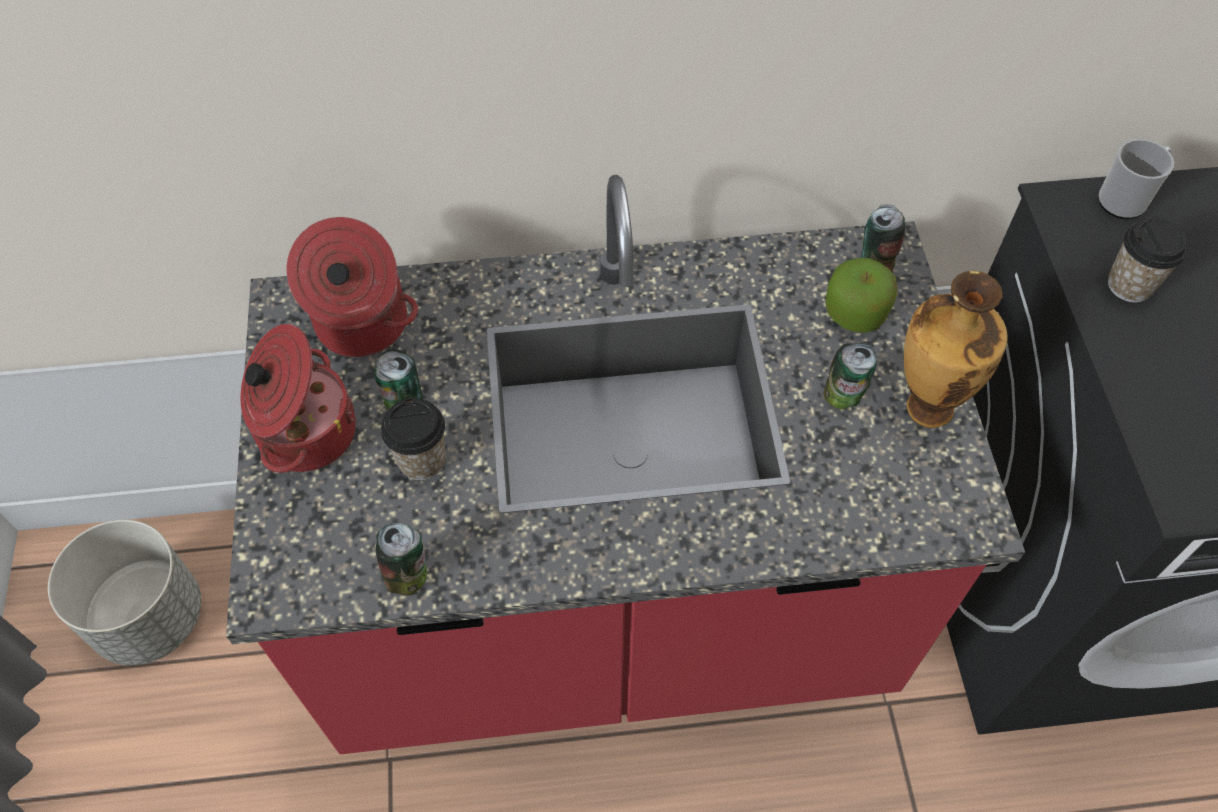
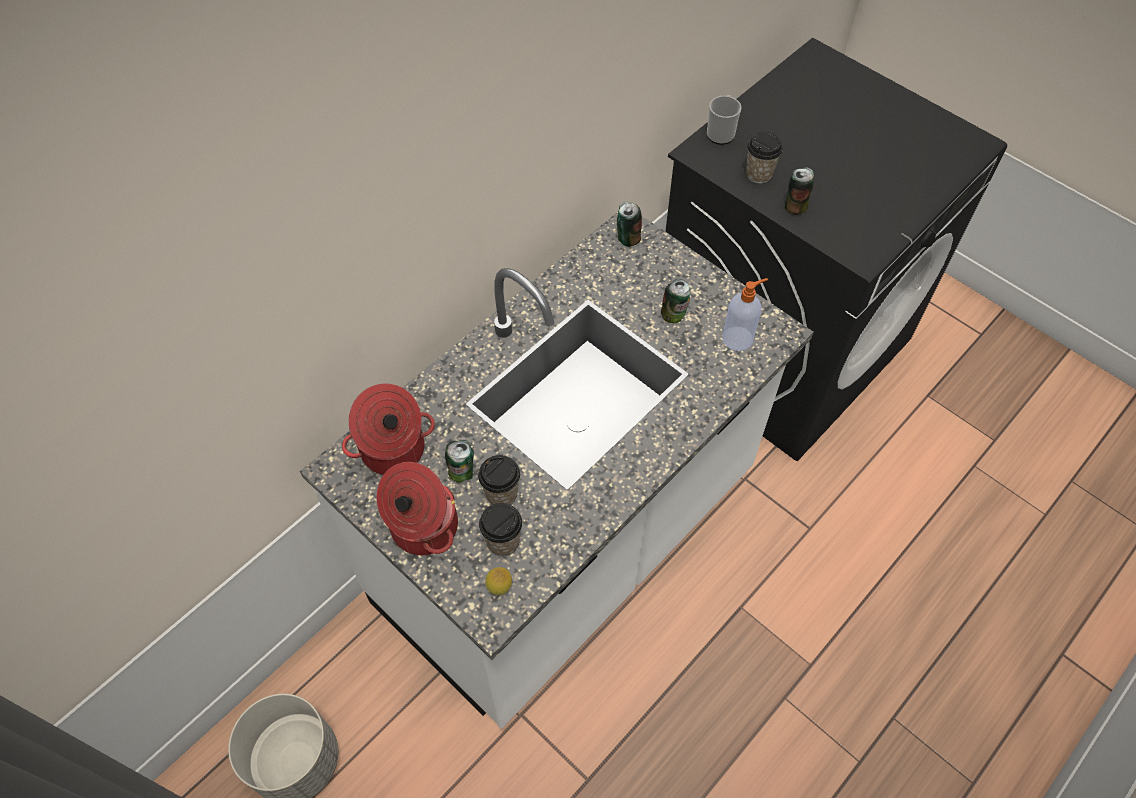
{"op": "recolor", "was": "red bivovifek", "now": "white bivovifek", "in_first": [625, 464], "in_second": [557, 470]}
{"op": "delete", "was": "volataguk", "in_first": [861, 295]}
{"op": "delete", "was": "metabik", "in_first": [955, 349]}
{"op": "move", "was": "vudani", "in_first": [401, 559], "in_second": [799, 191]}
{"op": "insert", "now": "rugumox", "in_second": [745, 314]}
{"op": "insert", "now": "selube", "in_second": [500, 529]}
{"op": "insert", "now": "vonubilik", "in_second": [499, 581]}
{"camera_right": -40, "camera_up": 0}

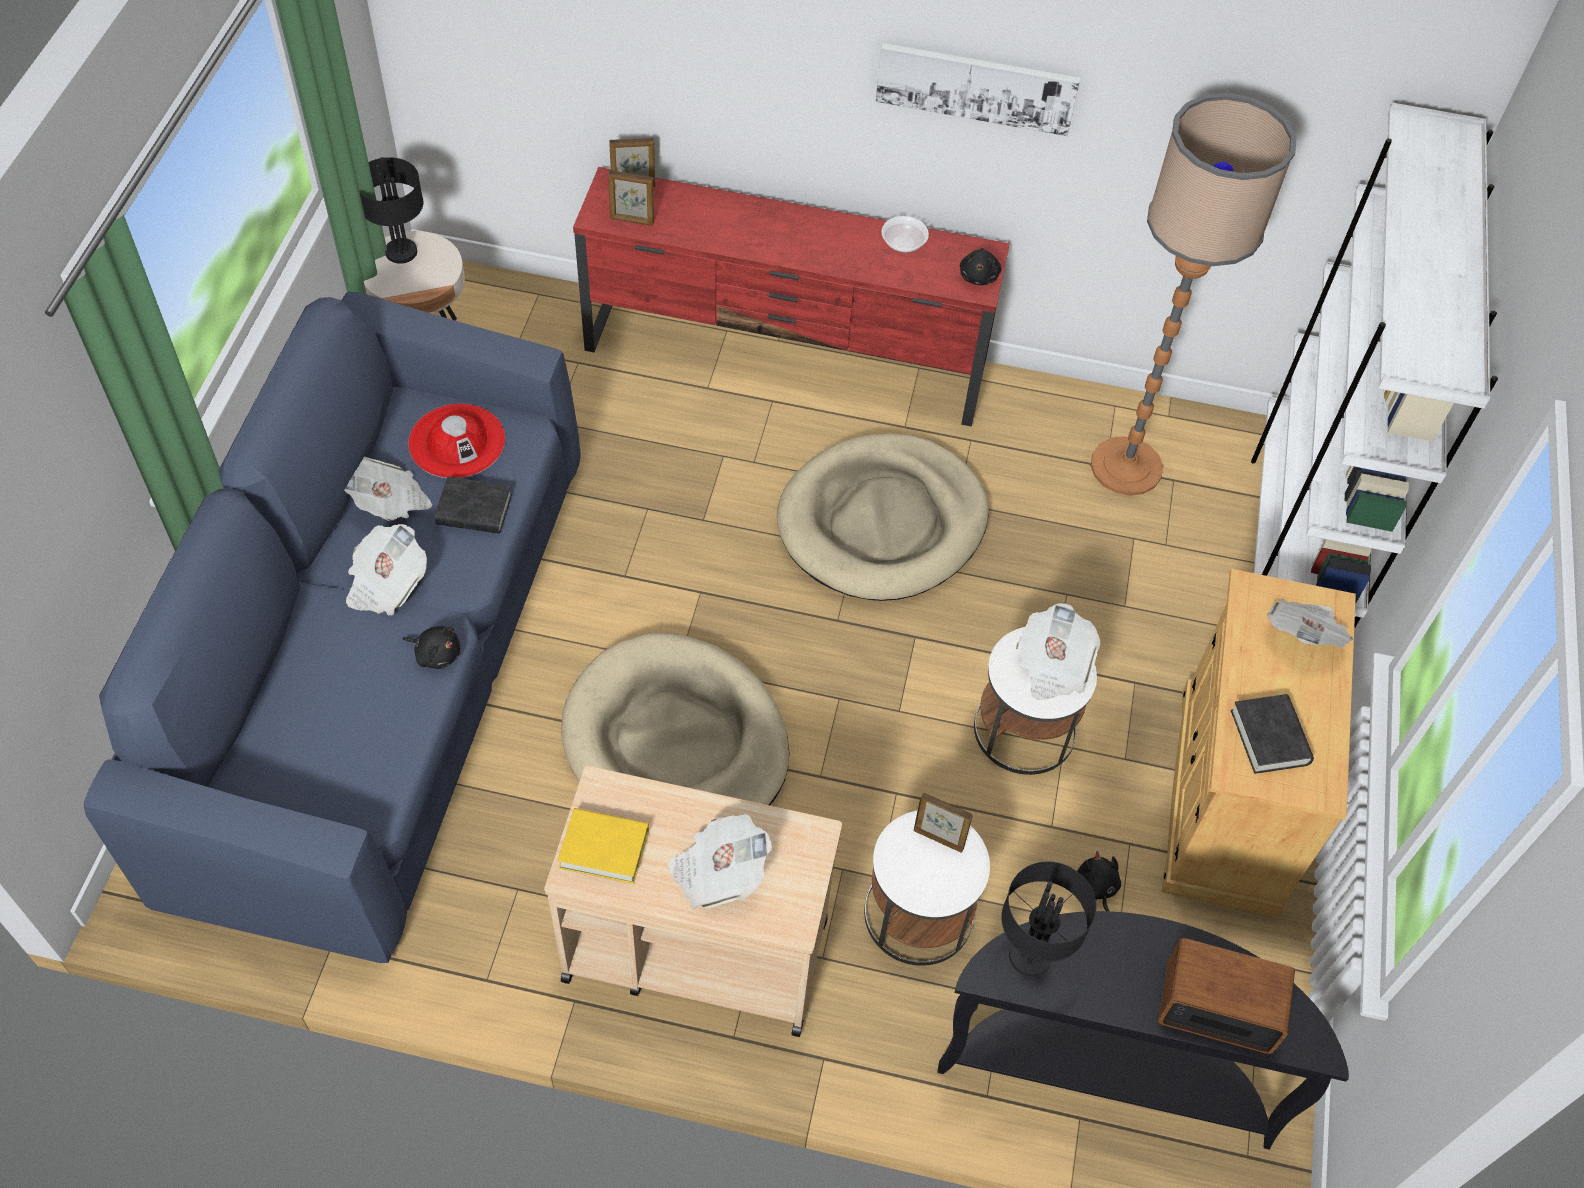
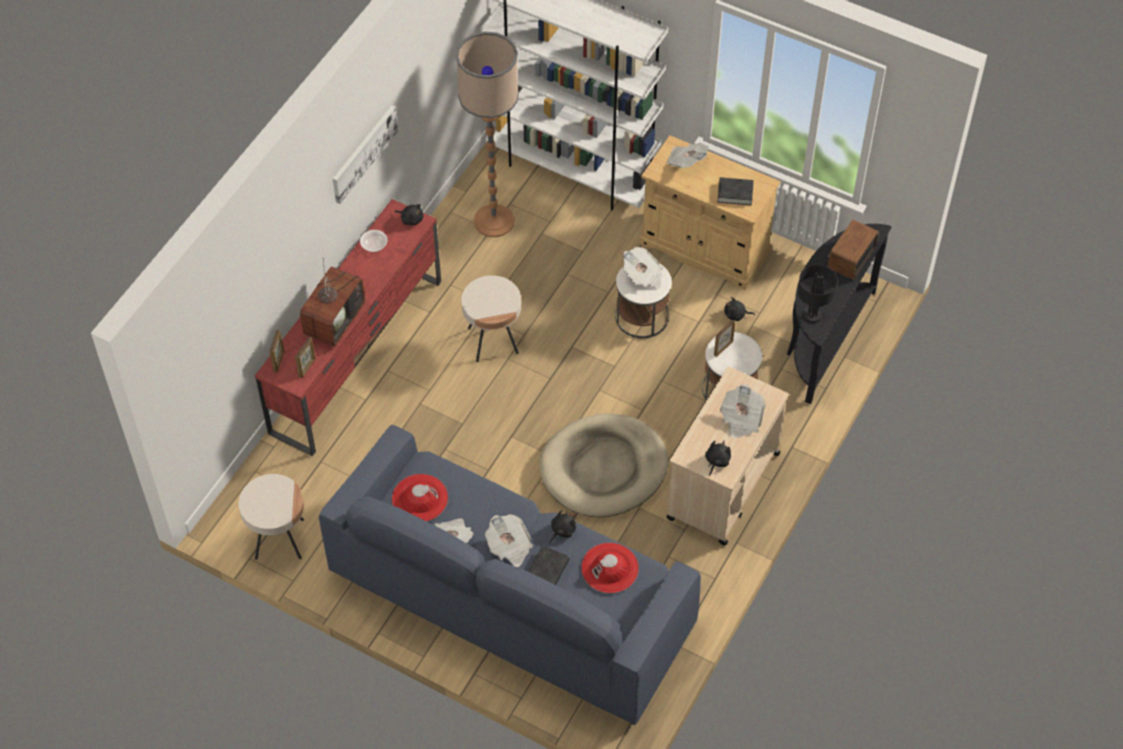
{"op": "delete", "was": "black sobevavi", "in_first": [391, 210]}
{"op": "replace", "was": "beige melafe", "now": "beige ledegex", "in_first": [883, 517], "in_second": [491, 318]}
{"op": "move", "was": "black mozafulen", "in_first": [473, 505], "in_second": [548, 565]}
{"op": "replace", "was": "yellow mozafulen", "now": "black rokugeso", "in_first": [603, 846], "in_second": [718, 458]}
{"op": "insert", "now": "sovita", "in_second": [333, 302]}
{"op": "insert", "now": "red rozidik", "in_second": [610, 568]}
{"camera_right": -70, "camera_up": 0}

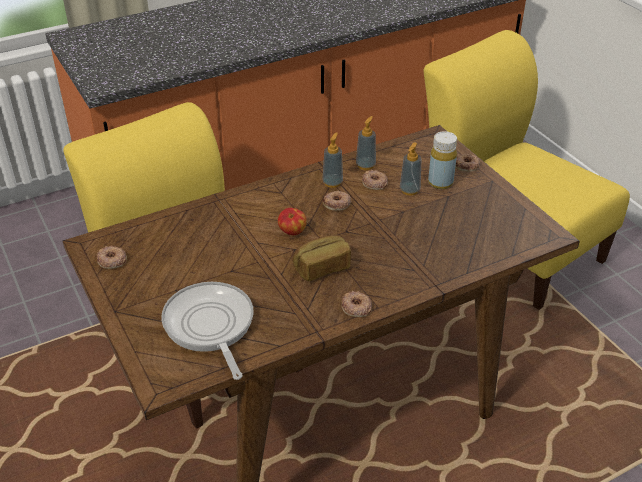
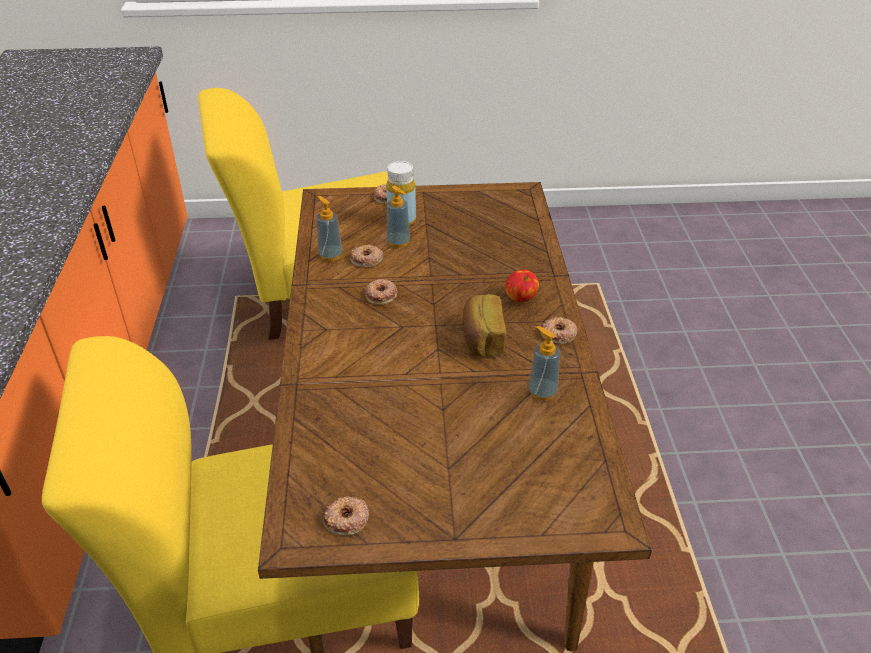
{"op": "move", "was": "rugumox", "in_first": [332, 160], "in_second": [544, 363]}
{"op": "move", "was": "volataguk", "in_first": [292, 221], "in_second": [522, 285]}
{"op": "delete", "was": "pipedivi", "in_first": [207, 331]}
{"camera_right": -65, "camera_up": 0}

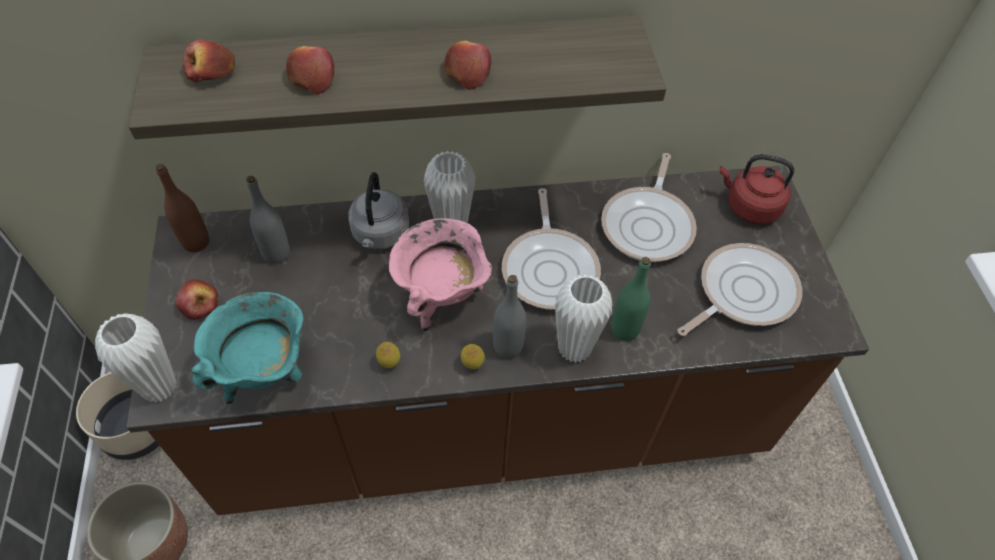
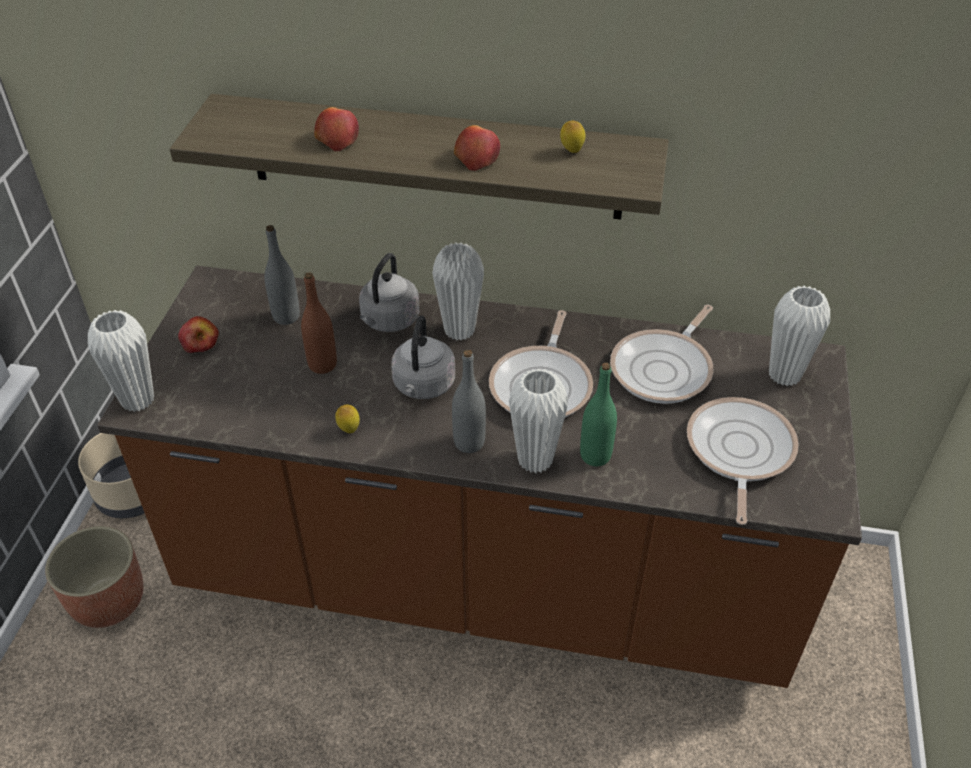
{"op": "delete", "was": "volataguk", "in_first": [209, 61]}
{"op": "replace", "was": "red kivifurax", "now": "white metabik", "in_first": [756, 189], "in_second": [799, 336]}
{"op": "move", "was": "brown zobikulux", "in_first": [182, 208], "in_second": [319, 323]}
{"op": "replace", "was": "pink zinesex", "now": "grey kivifurax", "in_first": [440, 274], "in_second": [423, 357]}
{"op": "rotate", "was": "pipedivi", "in_first": [739, 289], "in_second": [743, 461], "clockwise": -60}
{"op": "delete", "was": "turquoise zinesex", "in_first": [247, 348]}
{"op": "move", "was": "vonubilik", "in_first": [473, 356], "in_second": [573, 137]}
{"camera_right": 20, "camera_up": -10}

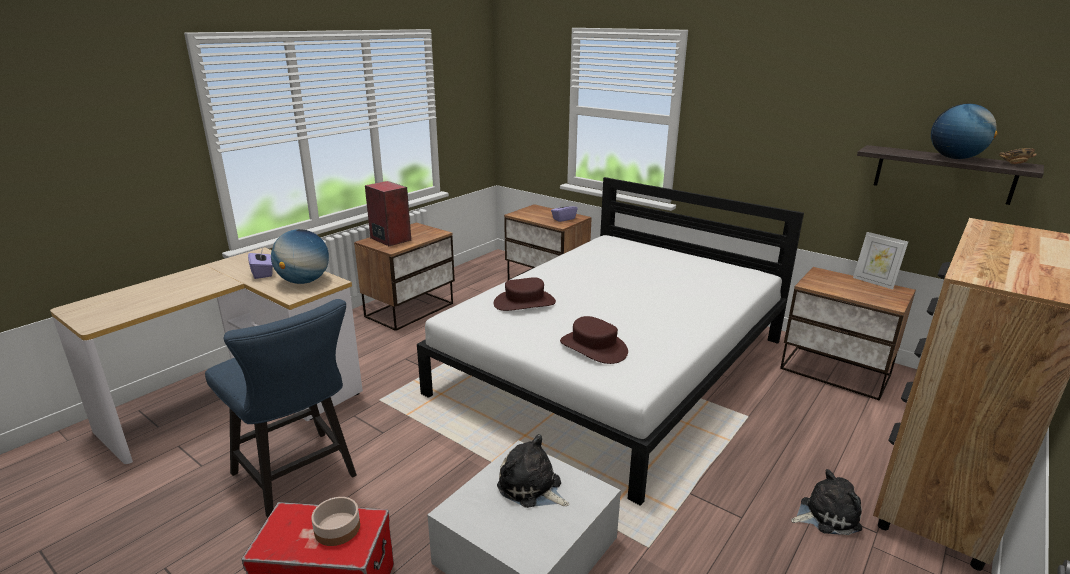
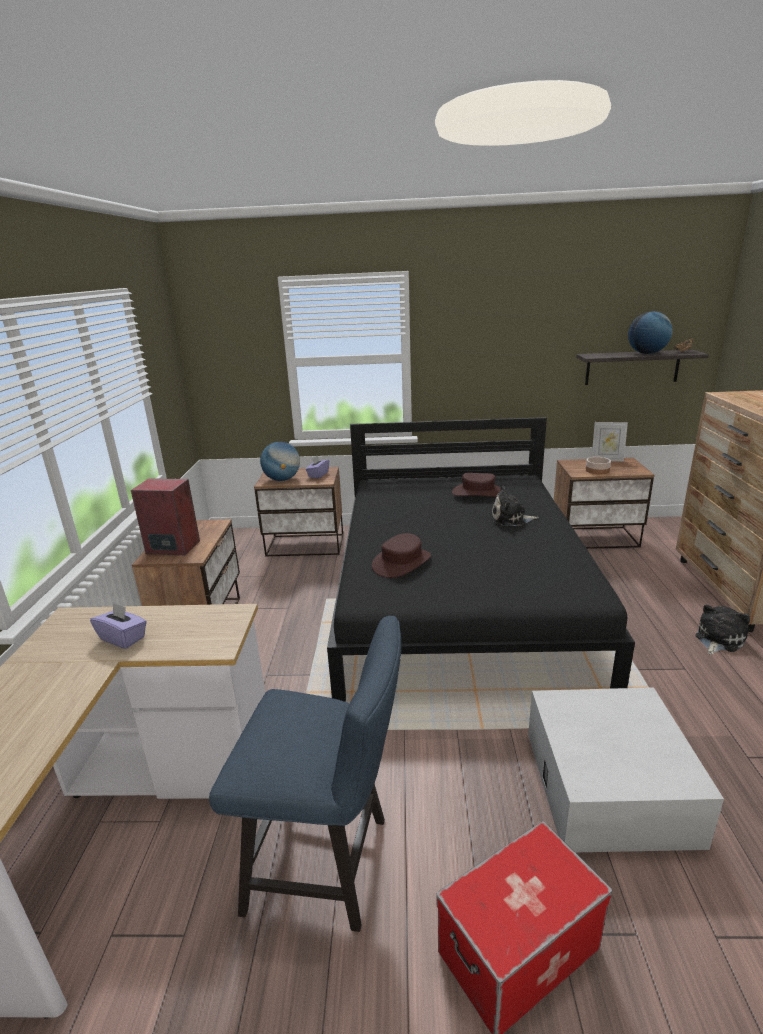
{"op": "recolor", "was": "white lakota", "now": "black lakota", "in_first": [610, 341], "in_second": [481, 559]}
{"op": "move", "was": "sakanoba", "in_first": [300, 256], "in_second": [280, 461]}
{"op": "move", "was": "brown rozidik", "in_first": [594, 340], "in_second": [476, 485]}
{"op": "move", "was": "rokugeso", "in_first": [533, 471], "in_second": [515, 506]}
{"op": "move", "was": "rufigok", "in_first": [335, 521], "in_second": [598, 465]}
{"camera_right": -35, "camera_up": 0}

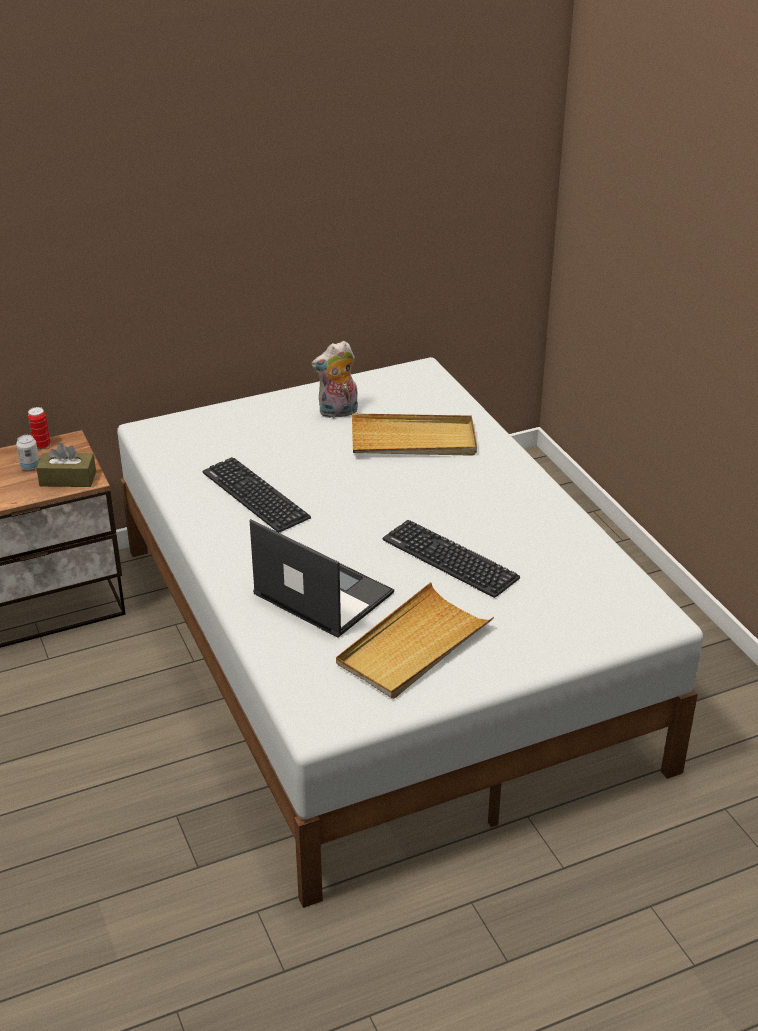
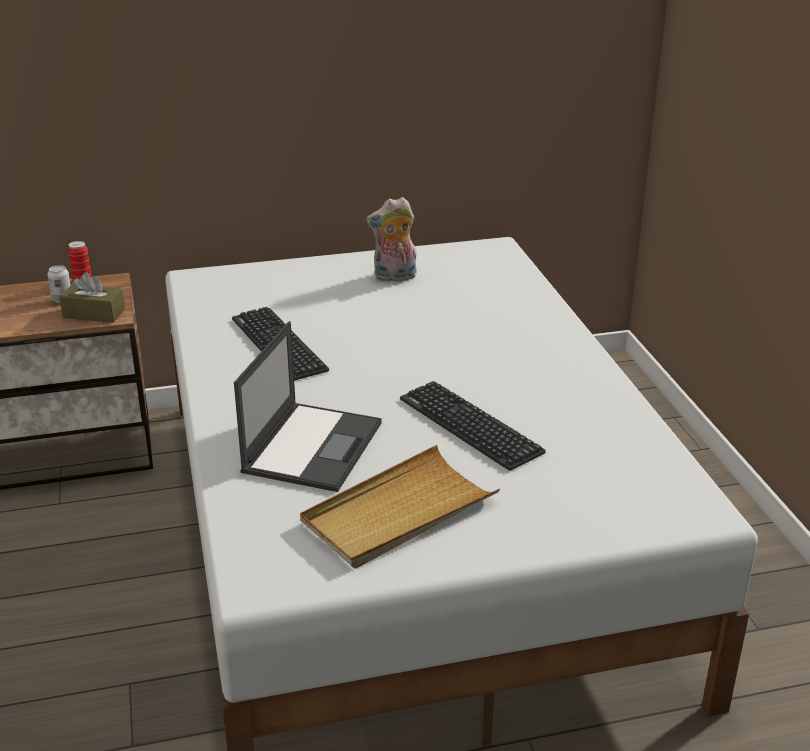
{"op": "delete", "was": "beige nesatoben", "in_first": [414, 434]}
{"op": "rotate", "was": "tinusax", "in_first": [322, 578], "in_second": [308, 406], "clockwise": 60}
{"camera_right": 10, "camera_up": -5}

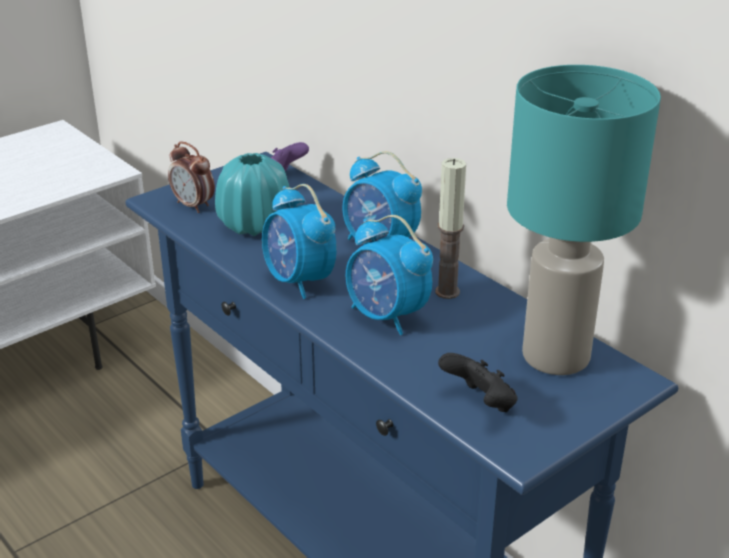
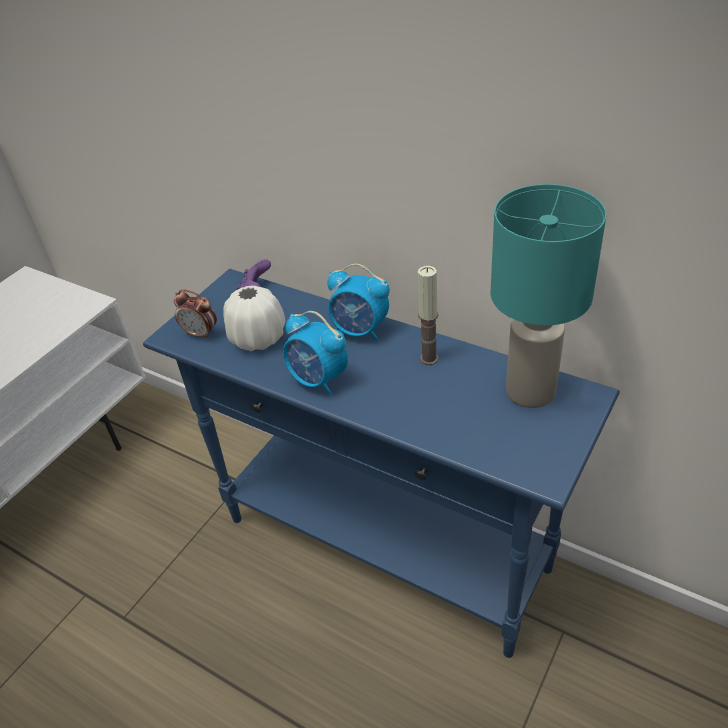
{"op": "recolor", "was": "turquoise metabik", "now": "white metabik", "in_first": [252, 194], "in_second": [254, 318]}
{"op": "delete", "was": "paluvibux", "in_first": [389, 275]}
{"op": "delete", "was": "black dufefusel", "in_first": [478, 382]}
{"camera_right": -15, "camera_up": 10}

